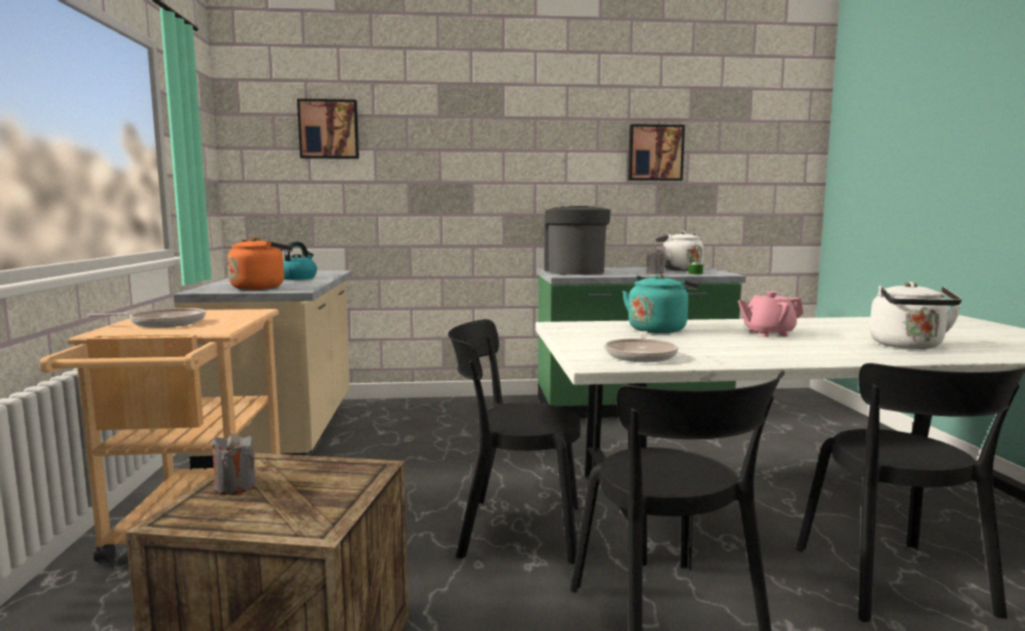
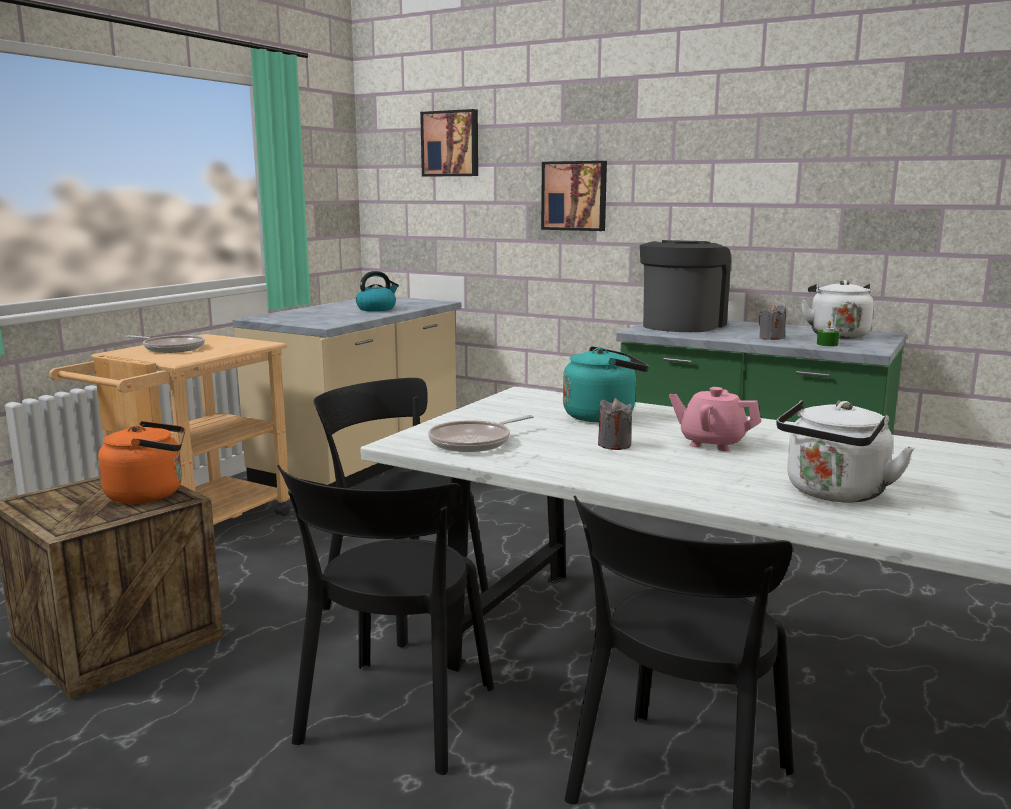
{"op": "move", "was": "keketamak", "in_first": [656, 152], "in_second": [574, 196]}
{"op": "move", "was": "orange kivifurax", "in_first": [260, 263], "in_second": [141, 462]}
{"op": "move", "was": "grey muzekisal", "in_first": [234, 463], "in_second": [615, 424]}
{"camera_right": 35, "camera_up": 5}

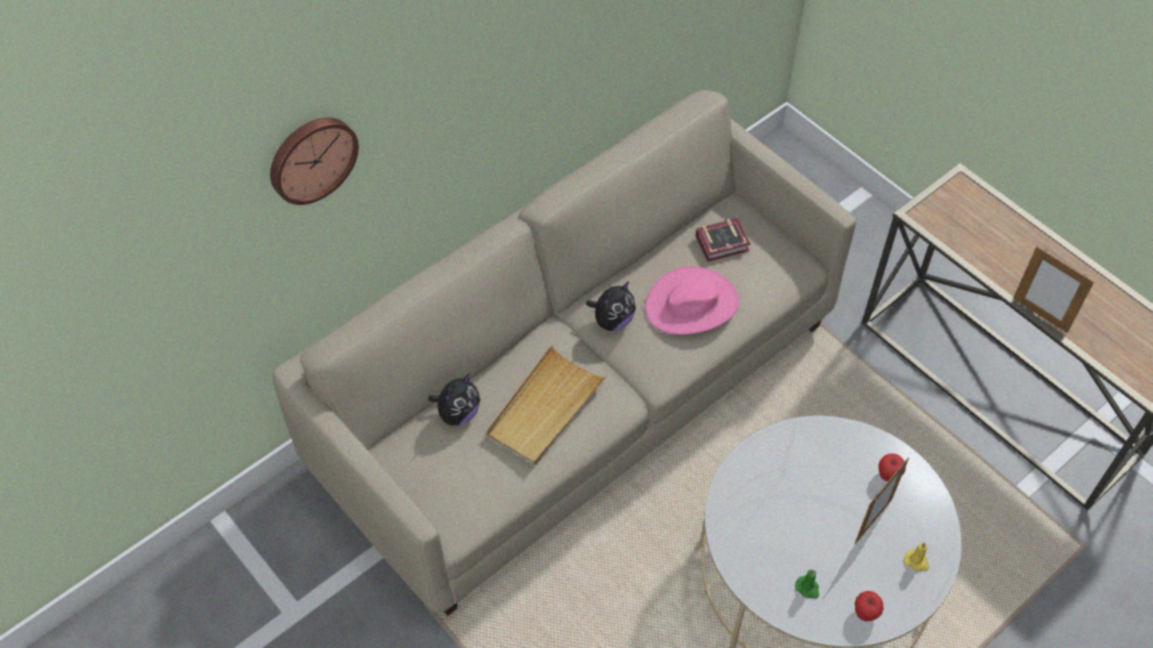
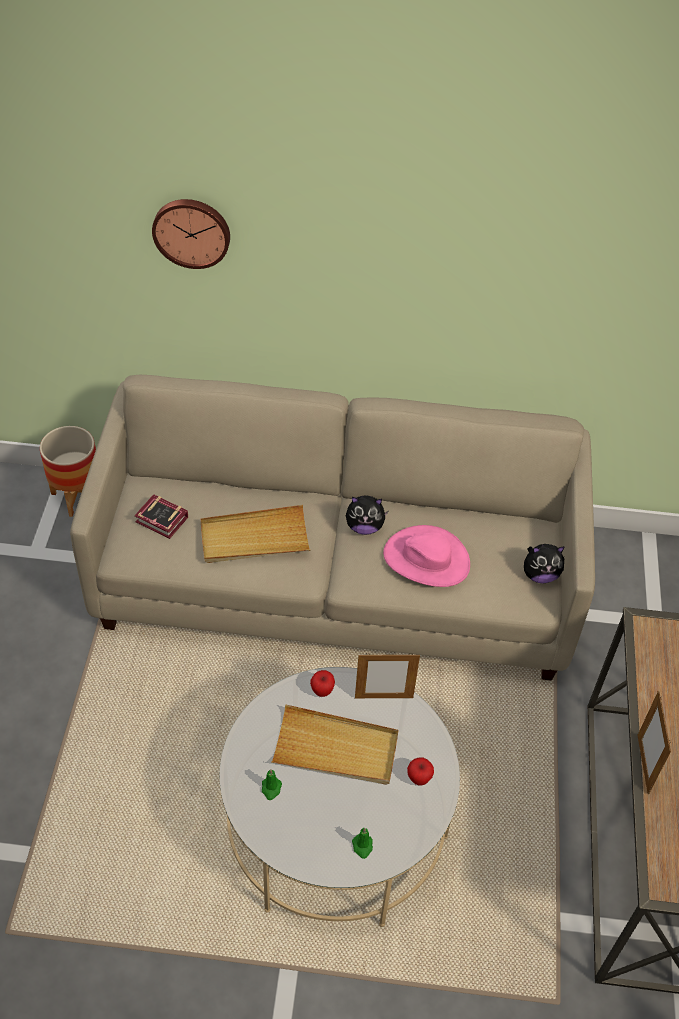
{"op": "move", "was": "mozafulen", "in_first": [723, 240], "in_second": [161, 516]}
{"op": "move", "was": "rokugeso", "in_first": [454, 400], "in_second": [544, 564]}
{"op": "move", "was": "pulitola", "in_first": [882, 500], "in_second": [387, 675]}
{"op": "recolor", "was": "yellow muzekisal", "now": "green muzekisal", "in_first": [916, 557], "in_second": [362, 843]}
{"op": "move", "was": "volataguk", "in_first": [869, 606], "in_second": [322, 683]}
{"op": "insert", "now": "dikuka", "in_second": [68, 471]}
{"op": "insert", "now": "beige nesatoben", "in_second": [334, 744]}
{"camera_right": 45, "camera_up": -5}

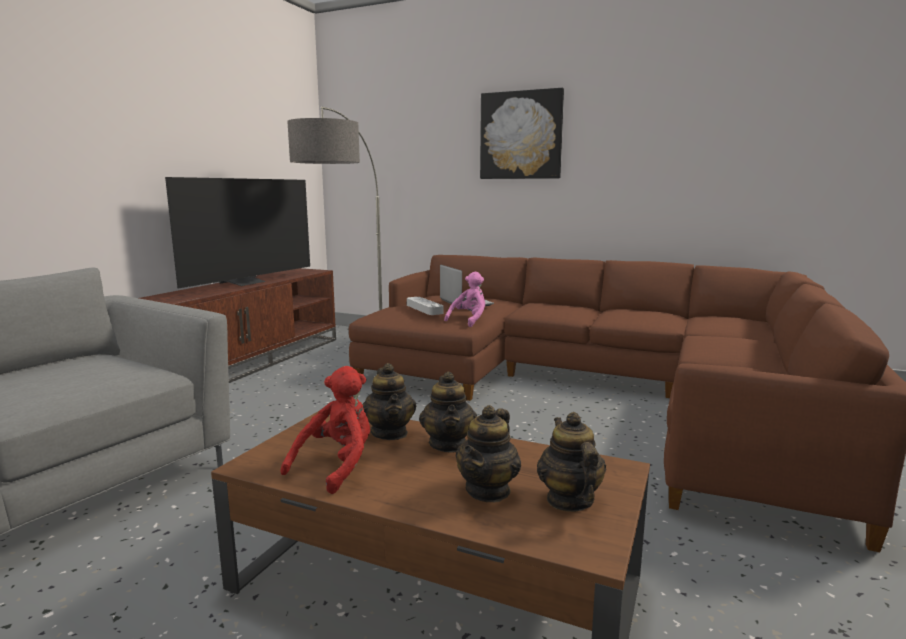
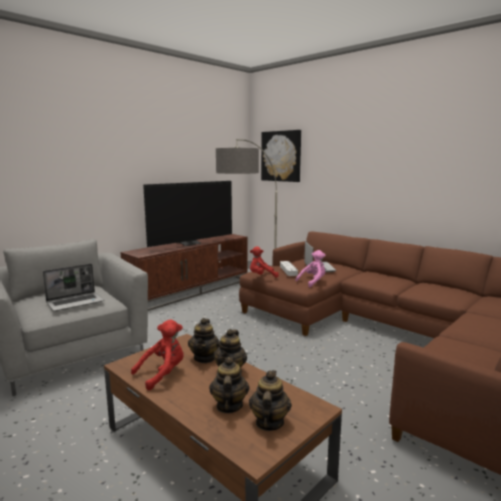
{"op": "move", "was": "keketamak", "in_first": [522, 133], "in_second": [281, 156]}
{"op": "rotate", "was": "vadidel", "in_first": [488, 453], "in_second": [229, 385], "clockwise": 135}
{"op": "insert", "now": "red rokugeso", "in_second": [264, 262]}
{"op": "insert", "now": "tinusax", "in_second": [73, 287]}
{"camera_right": 20, "camera_up": 0}

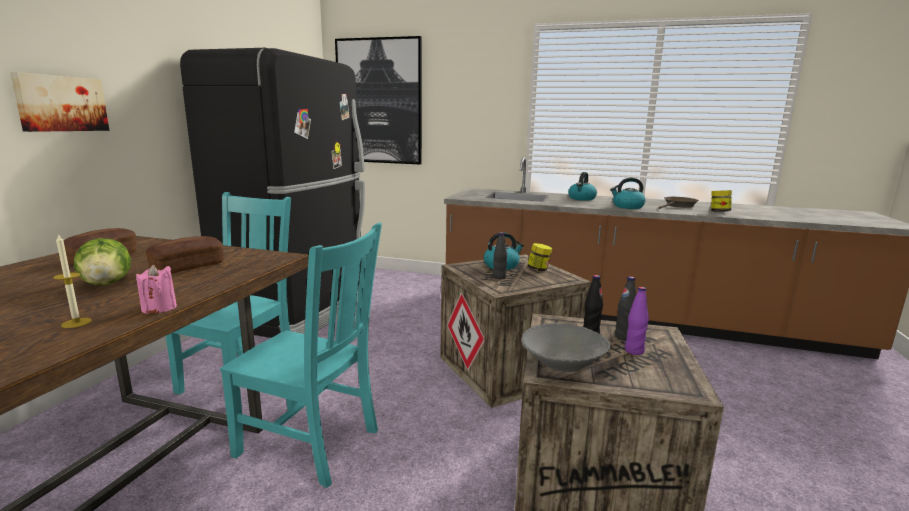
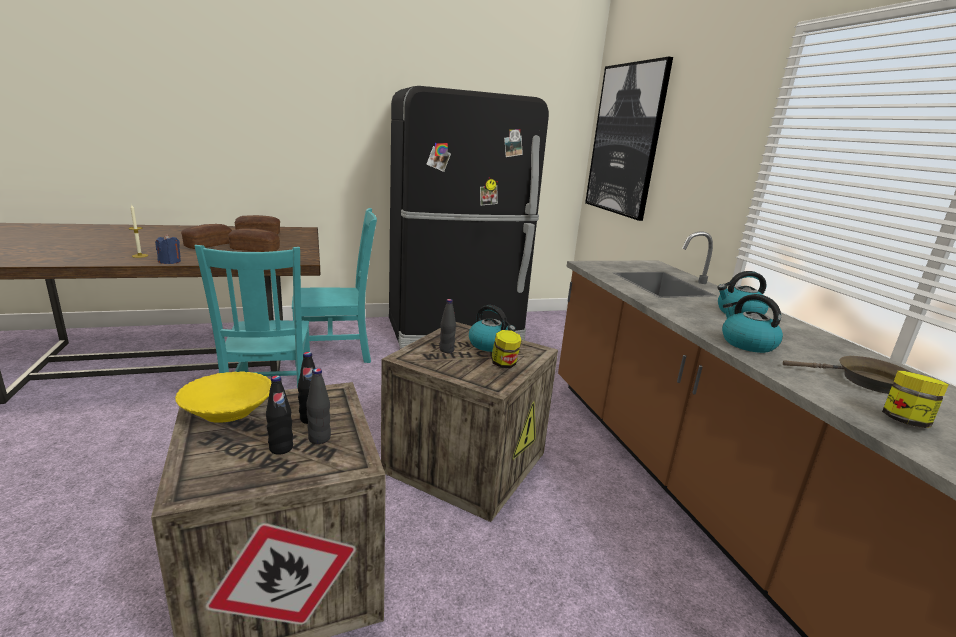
{"op": "delete", "was": "keketamak", "in_first": [60, 102]}
{"op": "replace", "was": "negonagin", "now": "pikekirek", "in_first": [102, 261], "in_second": [206, 236]}
{"op": "recolor", "was": "pink muzekisal", "now": "blue muzekisal", "in_first": [156, 289], "in_second": [168, 249]}
{"op": "recolor", "was": "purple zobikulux", "now": "black zobikulux", "in_first": [637, 321], "in_second": [279, 415]}
{"op": "recolor", "was": "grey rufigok", "now": "yellow rufigok", "in_first": [566, 347], "in_second": [223, 397]}
{"camera_right": 55, "camera_up": 5}

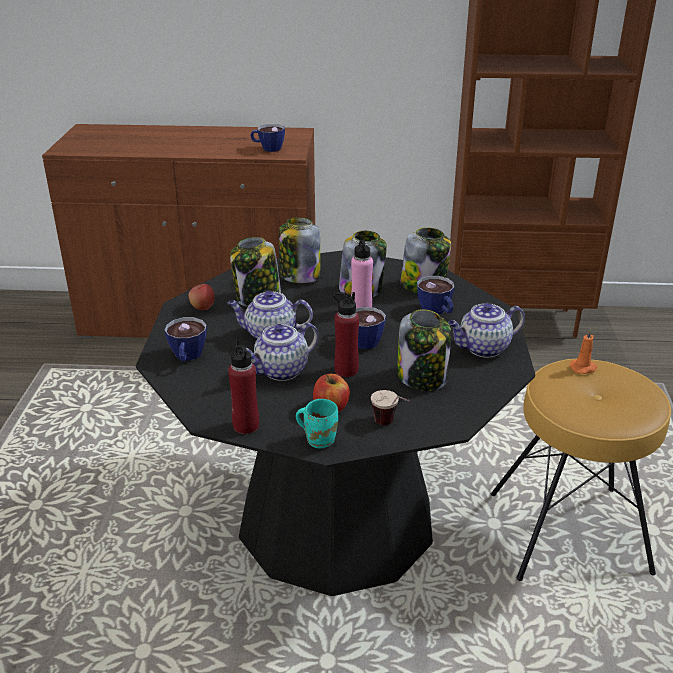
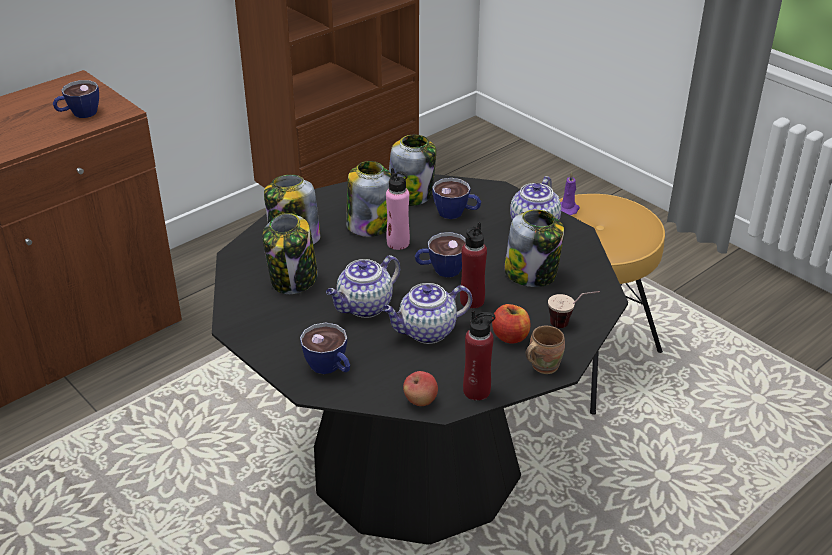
{"op": "move", "was": "volataguk", "in_first": [202, 297], "in_second": [420, 388]}
{"op": "rotate", "was": "vadidel", "in_first": [282, 351], "in_second": [427, 313], "clockwise": 60}
{"op": "recolor", "was": "orange muzekisal", "now": "purple muzekisal", "in_first": [583, 351], "in_second": [570, 193]}
{"op": "recolor", "was": "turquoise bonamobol", "now": "brown bonamobol", "in_first": [317, 424], "in_second": [545, 350]}
{"camera_right": -45, "camera_up": 5}

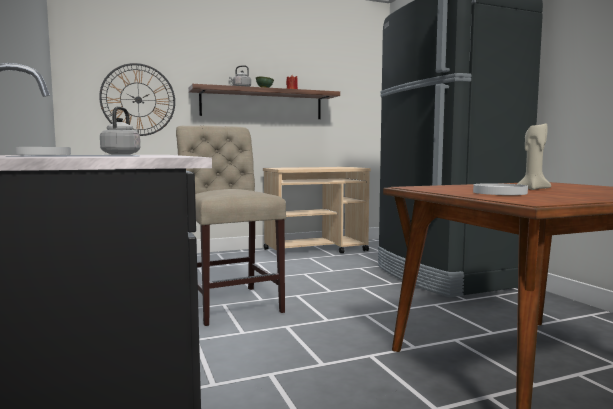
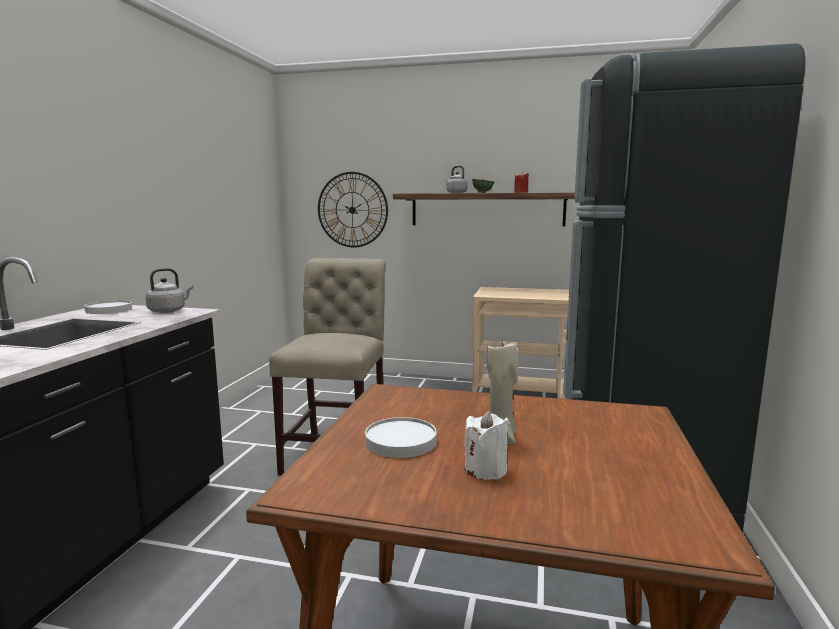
{"op": "insert", "now": "white muzekisal", "in_second": [486, 445]}
{"camera_right": 35, "camera_up": 5}

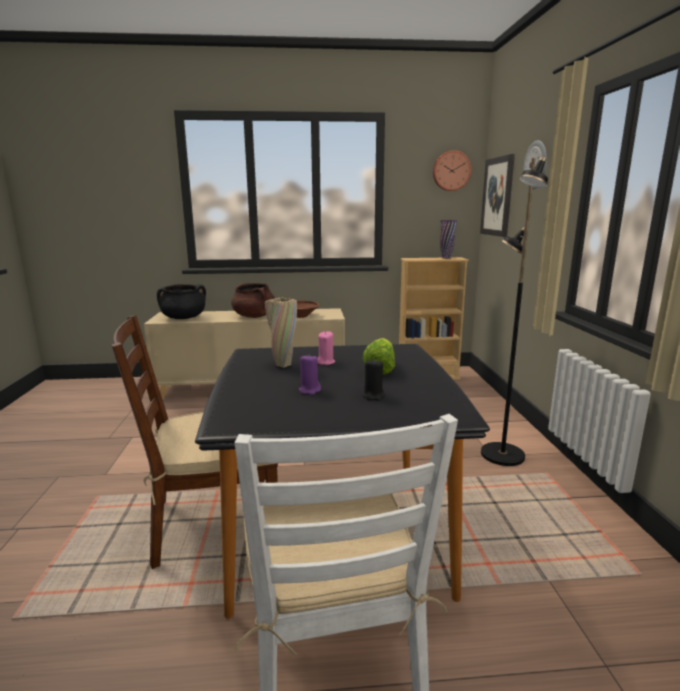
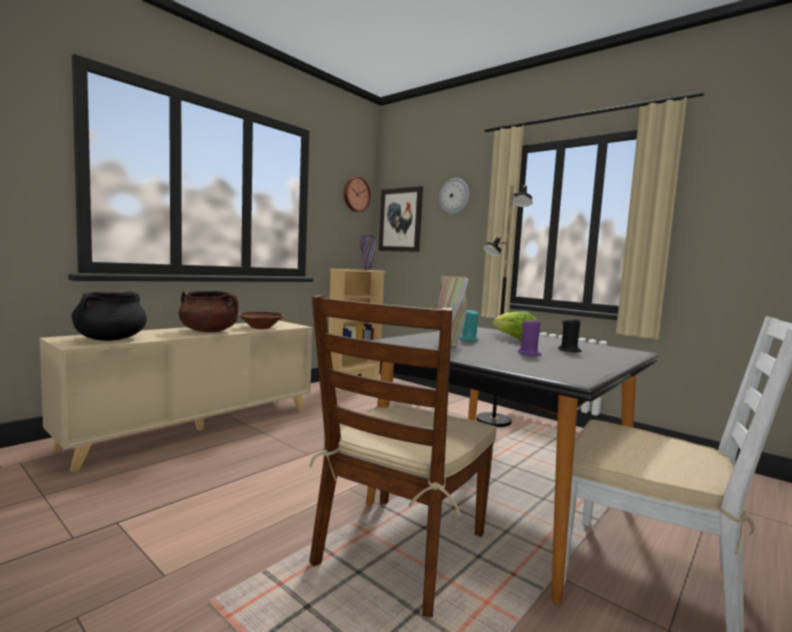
{"op": "recolor", "was": "pink muzekisal", "now": "turquoise muzekisal", "in_first": [326, 348], "in_second": [469, 326]}
{"camera_right": -45, "camera_up": -10}

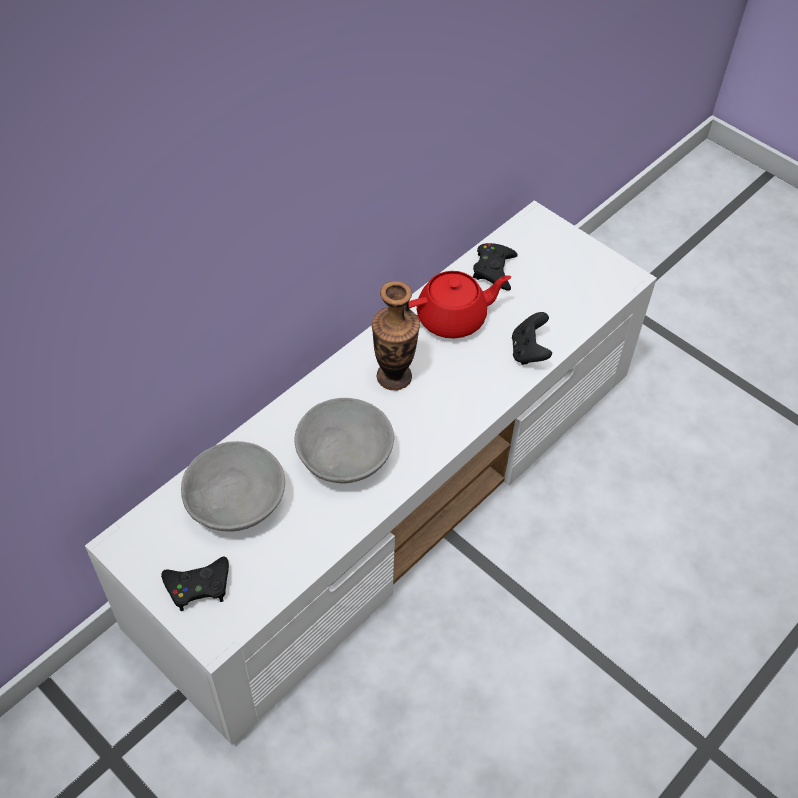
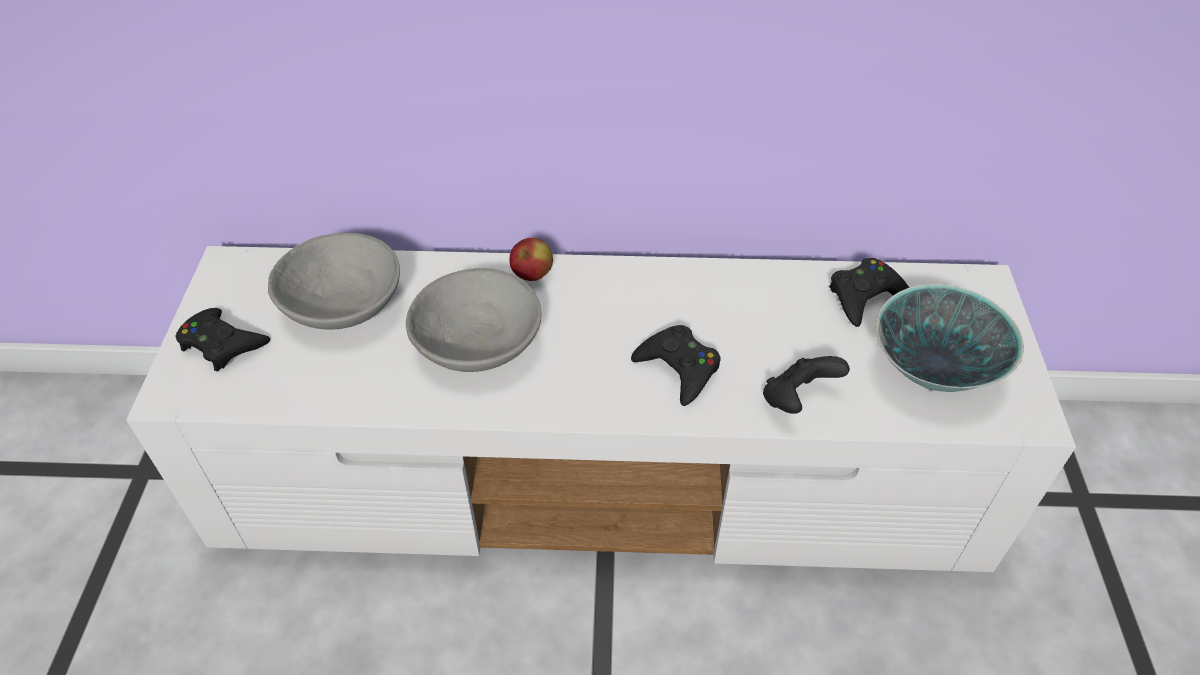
{"op": "delete", "was": "red vadidel", "in_first": [460, 304]}
{"op": "delete", "was": "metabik", "in_first": [396, 336]}
{"op": "insert", "now": "volataguk", "in_second": [531, 259]}
{"op": "insert", "now": "rufigok", "in_second": [949, 338]}
{"op": "insert", "now": "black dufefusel", "in_second": [676, 365]}
{"camera_right": 50, "camera_up": -5}

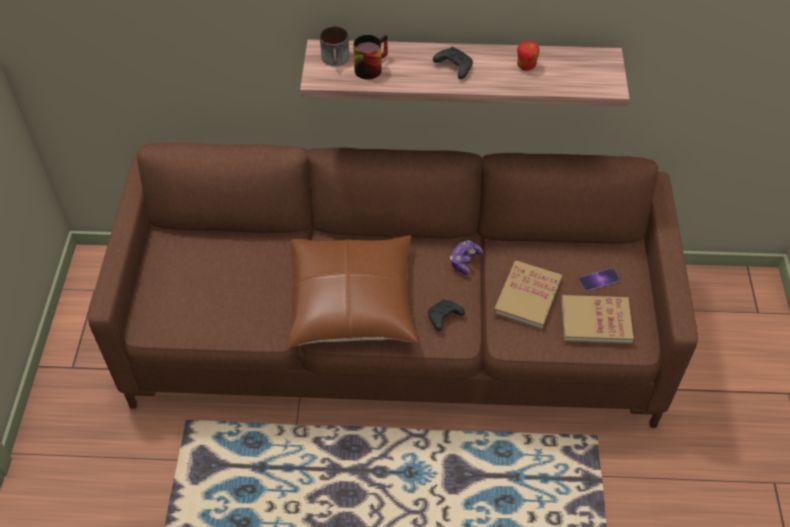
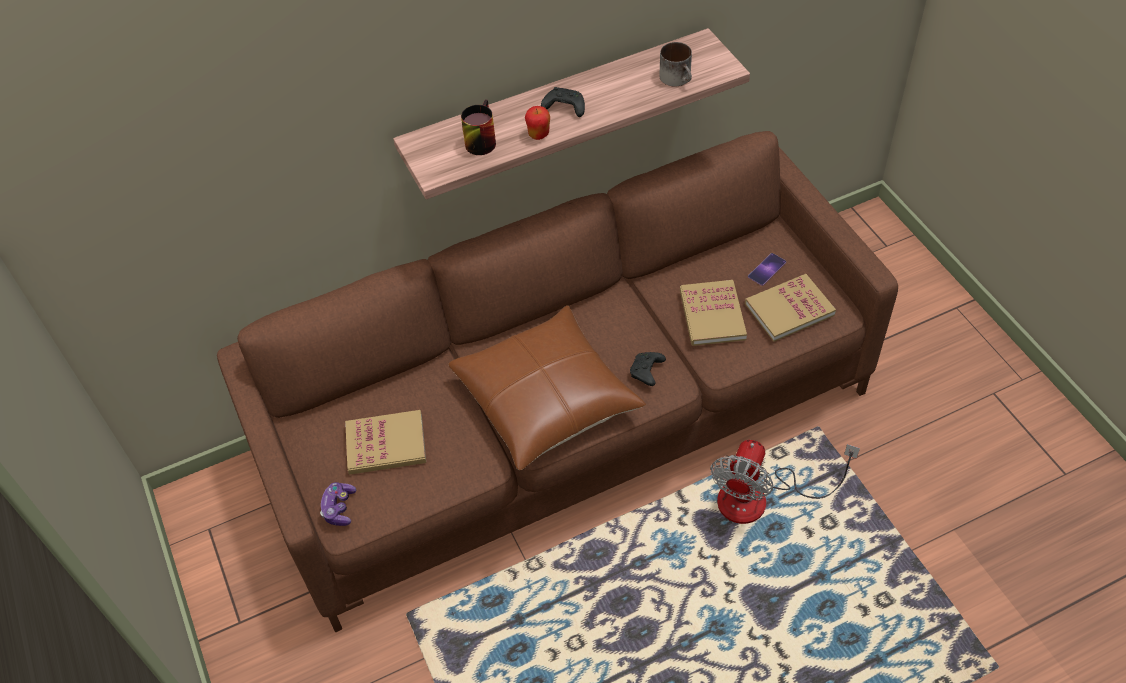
{"op": "move", "was": "bonamobol", "in_first": [334, 46], "in_second": [675, 64]}
{"op": "move", "was": "volataguk", "in_first": [528, 56], "in_second": [537, 123]}
{"op": "move", "was": "dufefusel", "in_first": [466, 257], "in_second": [338, 504]}
{"op": "insert", "now": "mozafulen", "in_second": [385, 442]}
{"op": "insert", "now": "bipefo", "in_second": [785, 482]}
{"camera_right": -25, "camera_up": 0}

